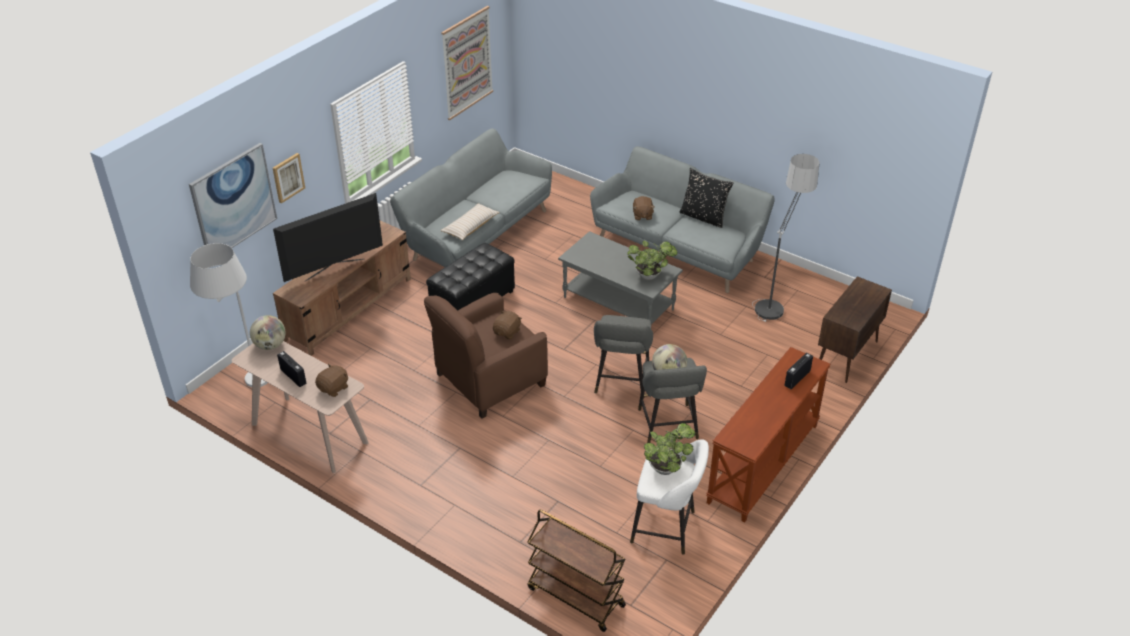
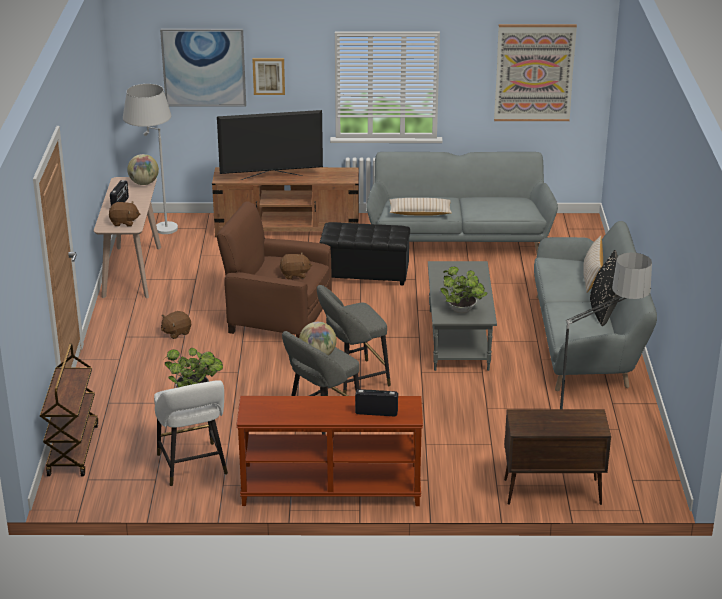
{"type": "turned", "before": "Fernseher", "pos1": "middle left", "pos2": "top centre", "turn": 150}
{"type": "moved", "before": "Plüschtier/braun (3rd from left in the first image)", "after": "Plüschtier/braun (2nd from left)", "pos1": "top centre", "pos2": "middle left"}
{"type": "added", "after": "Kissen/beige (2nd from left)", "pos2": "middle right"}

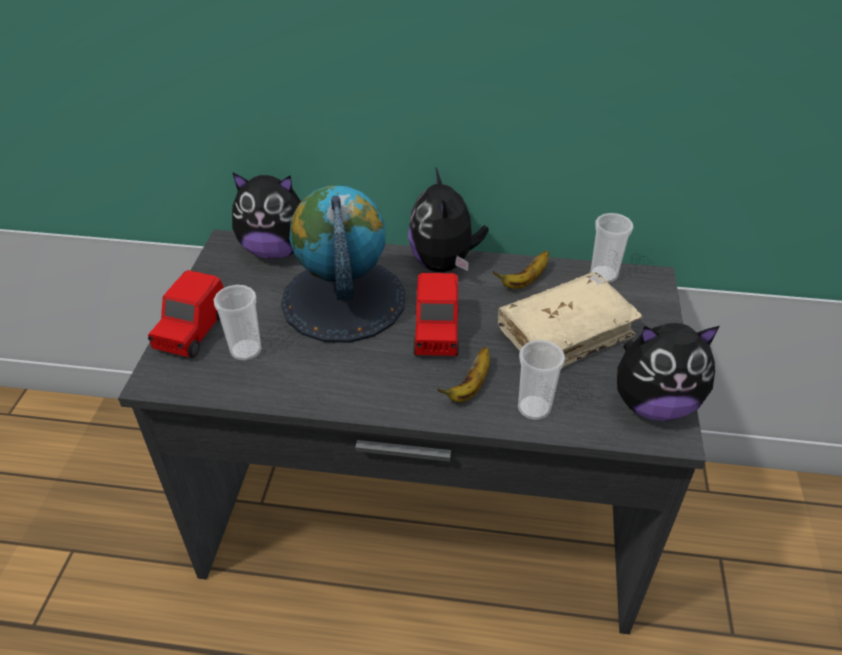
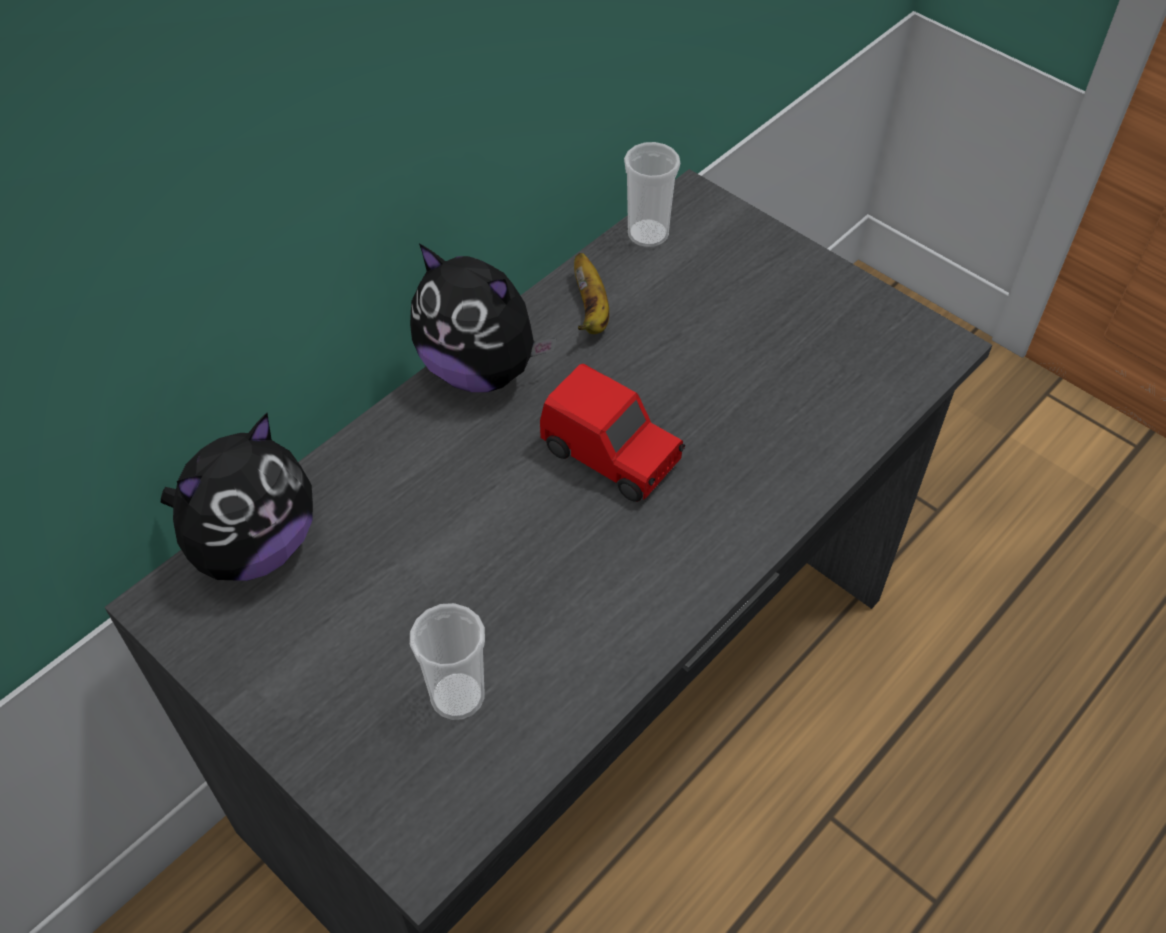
{"type": "removed", "before": "Spielzeugauto/rot (1st from left)", "pos1": "middle left"}
{"type": "removed", "before": "Globus", "pos1": "centre"}
{"type": "removed", "before": "Banane (1st from left)", "pos1": "centre"}
{"type": "removed", "before": "Buch/beige", "pos1": "middle right"}
{"type": "removed", "before": "Tasse (2nd from left)", "pos1": "centre"}
{"type": "removed", "before": "Plüschtier (3rd from left)", "pos1": "middle right"}

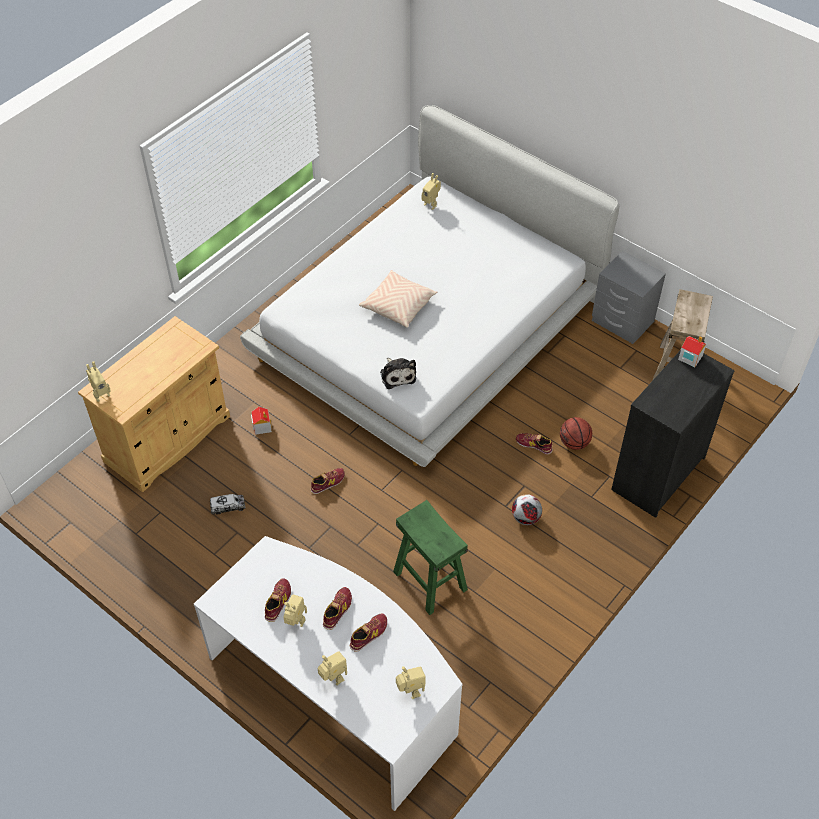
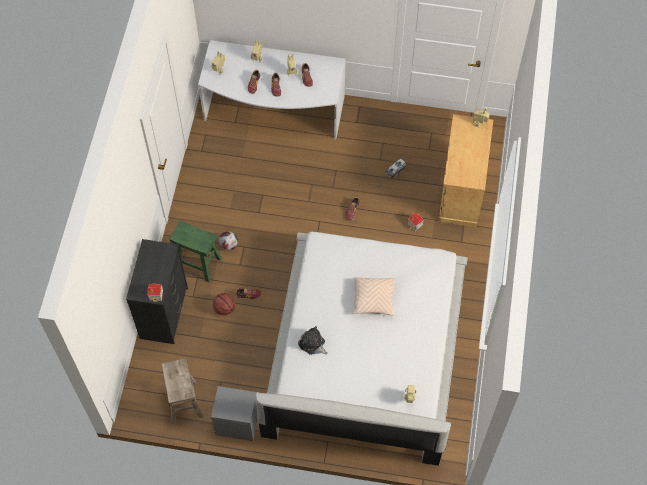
{"type": "moved", "before": "Plüschtier", "pos1": "centre", "pos2": "bottom centre"}
{"type": "moved", "before": "Hocker/grün", "pos1": "bottom centre", "pos2": "middle left"}

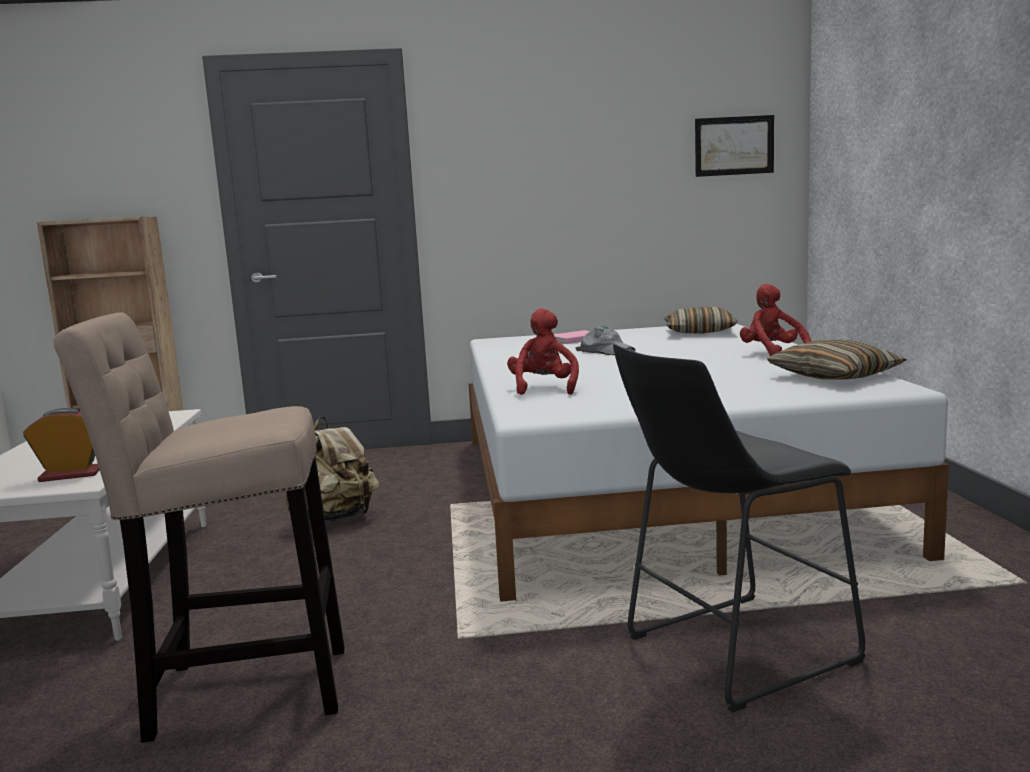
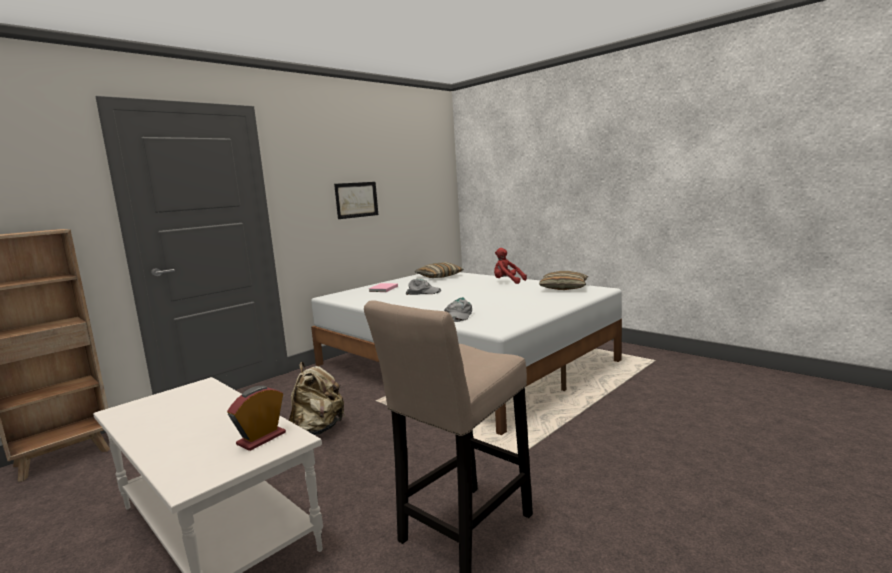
{"type": "replaced", "before": "Plüschtier/rot (1st from left)", "after": "Kappe/grau (2nd from left)", "pos1": "centre", "pos2": "centre"}
{"type": "removed", "before": "Hocker/schwarz", "pos1": "bottom right"}
{"type": "moved", "before": "Bild", "pos1": "top right", "pos2": "centre"}

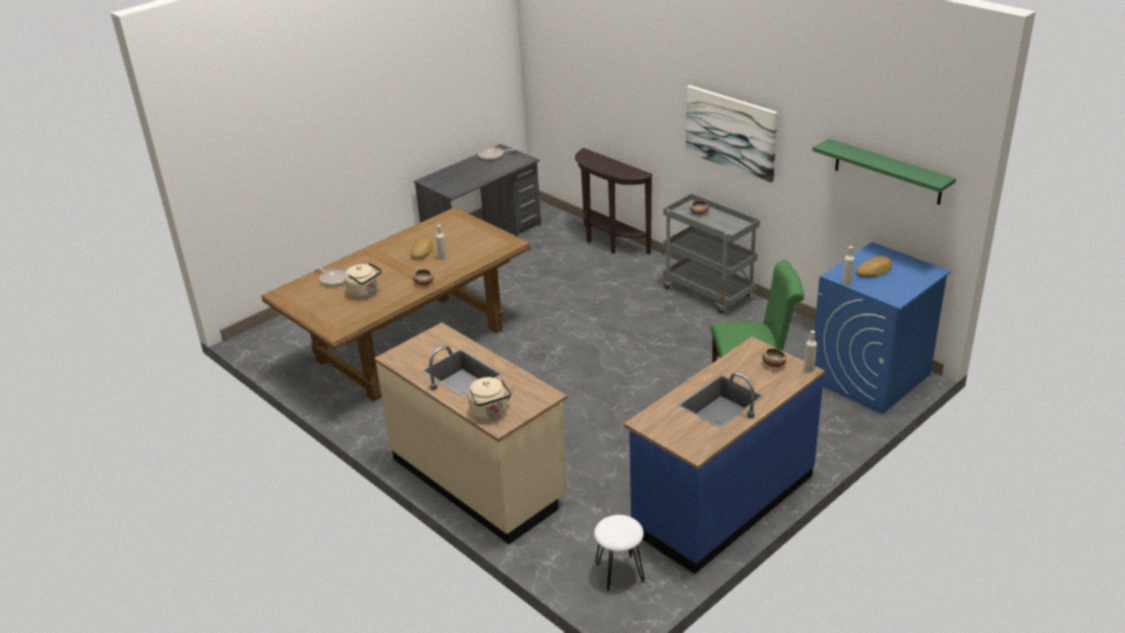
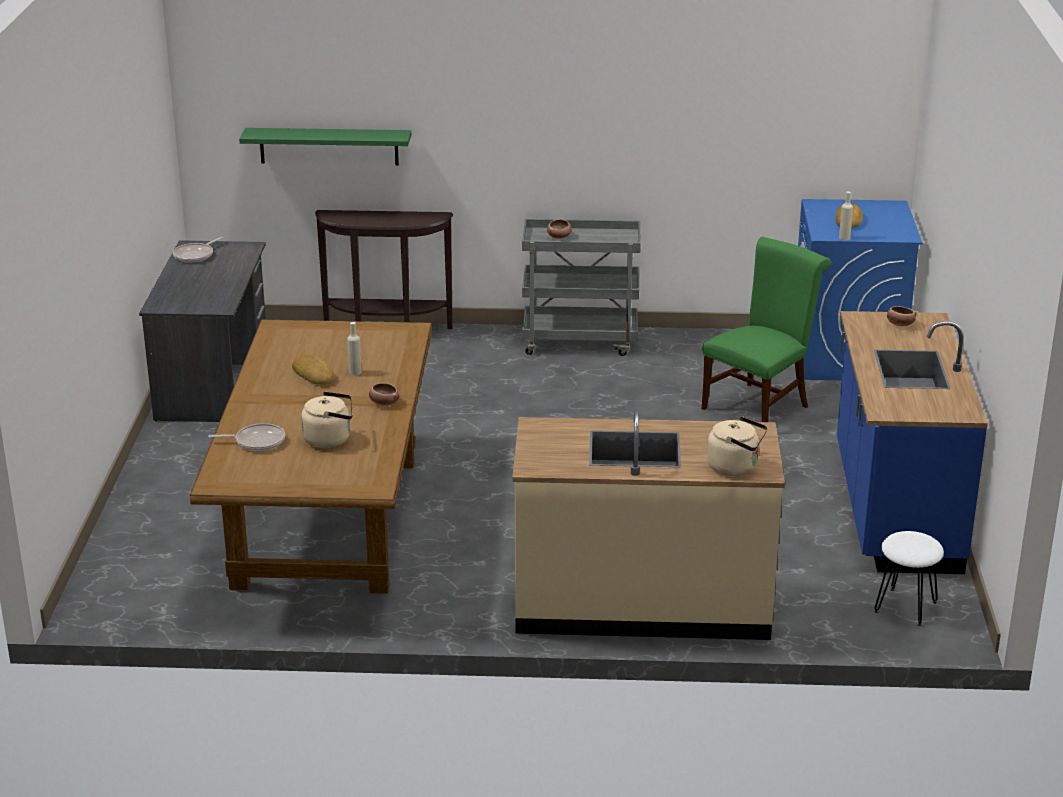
{"type": "removed", "before": "Bild", "pos1": "top centre"}
{"type": "removed", "before": "Flasche/beige (2nd from left)", "pos1": "middle right"}
{"type": "moved", "before": "Wandregal/grün", "pos1": "top right", "pos2": "top left"}

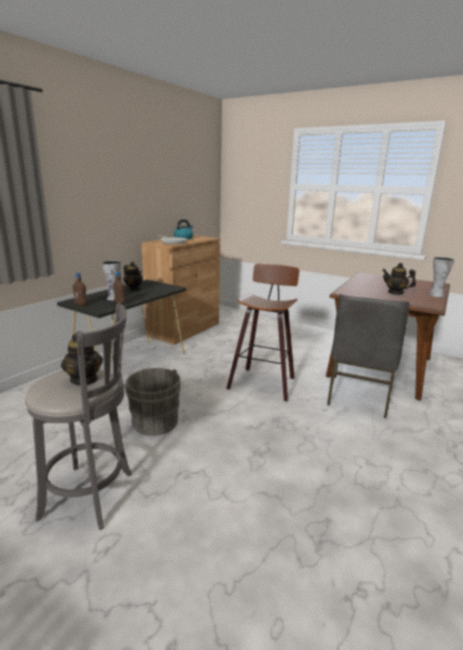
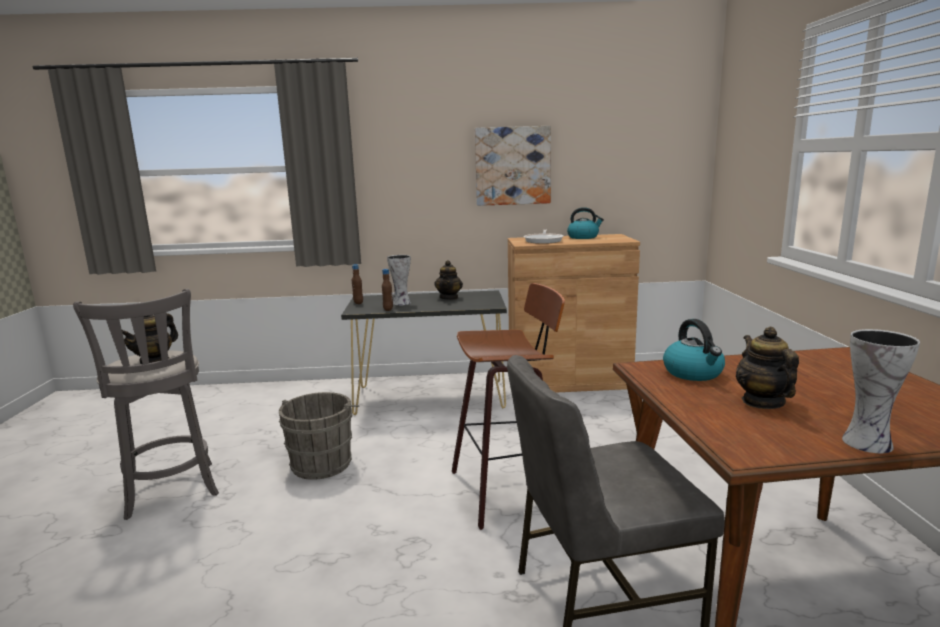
{"type": "added", "after": "Bild", "pos2": "top centre"}
{"type": "added", "after": "Wasserkessel (2nd from left)", "pos2": "middle right"}

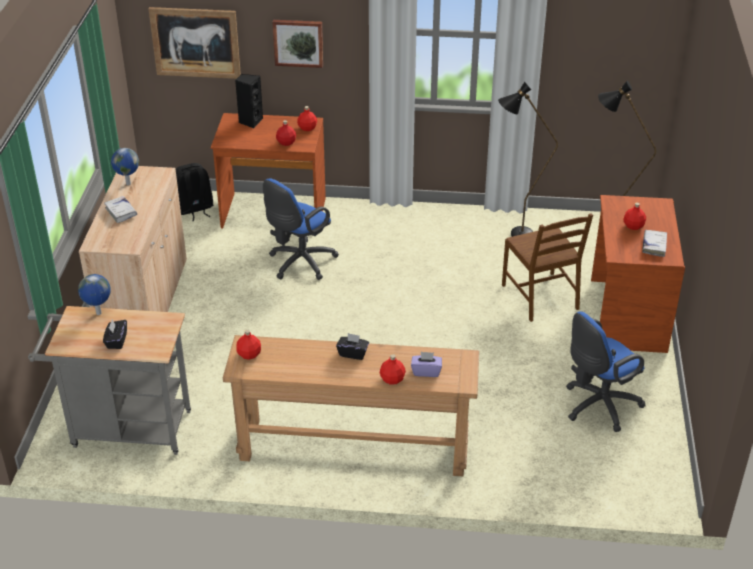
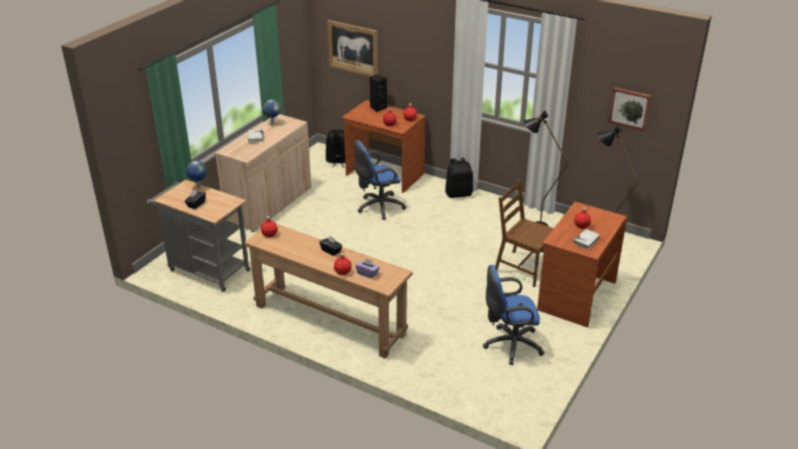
{"type": "moved", "before": "Bild (2nd from left)", "pos1": "top centre", "pos2": "top right"}
{"type": "turned", "before": "Stuhl/braun", "pos1": "middle right", "pos2": "centre", "turn": 120}
{"type": "added", "after": "Rucksack/schwarz (2nd from left)", "pos2": "centre"}

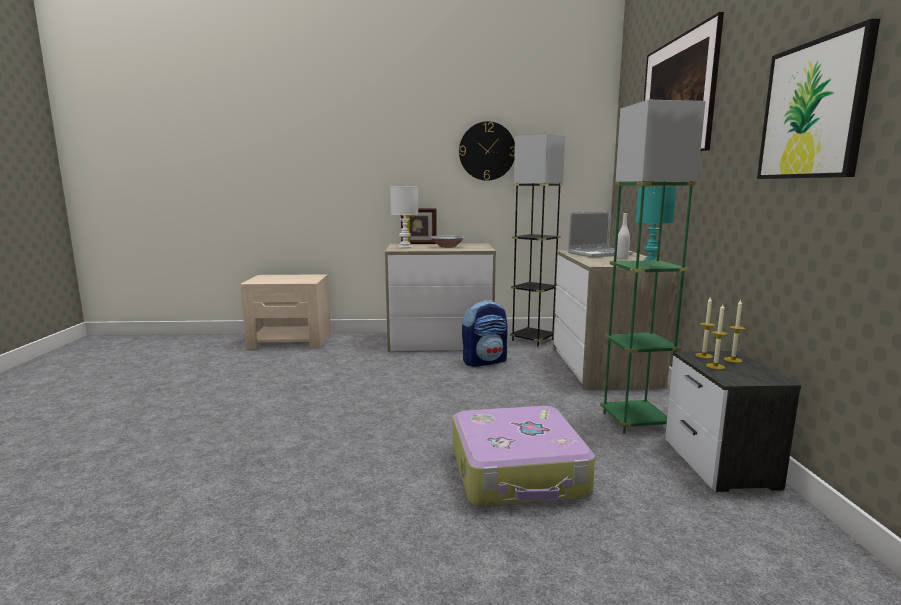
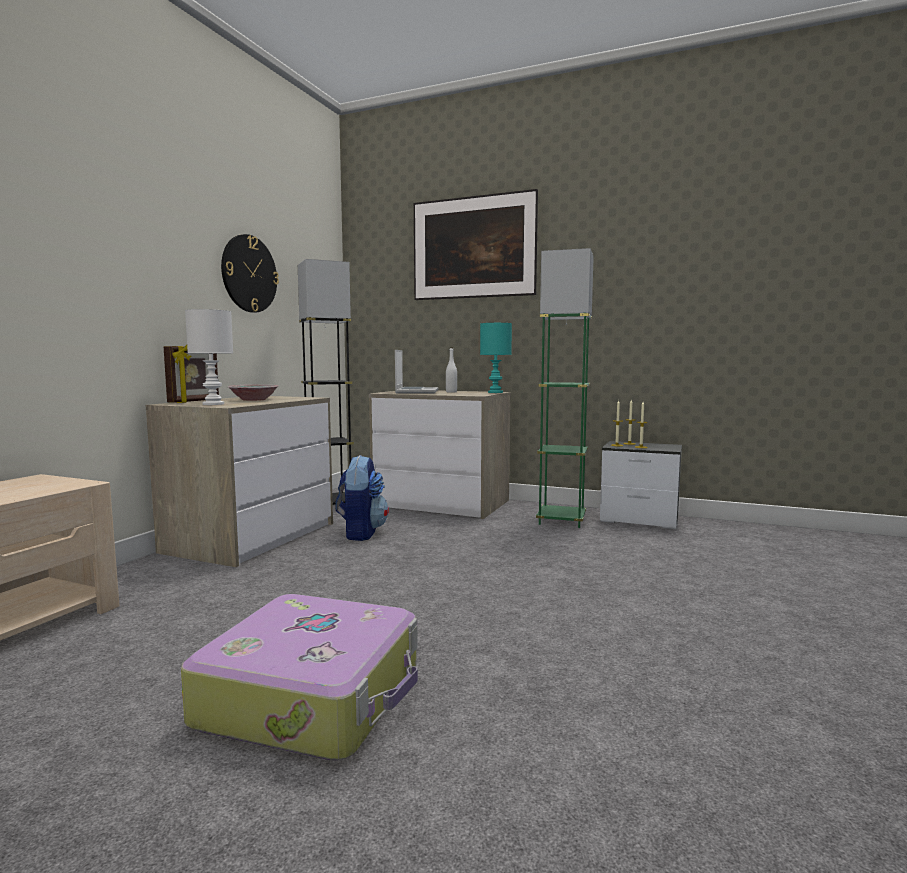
{"type": "moved", "before": "Koffer", "pos1": "bottom centre", "pos2": "bottom left"}
{"type": "removed", "before": "Bild (2nd from left)", "pos1": "top right"}

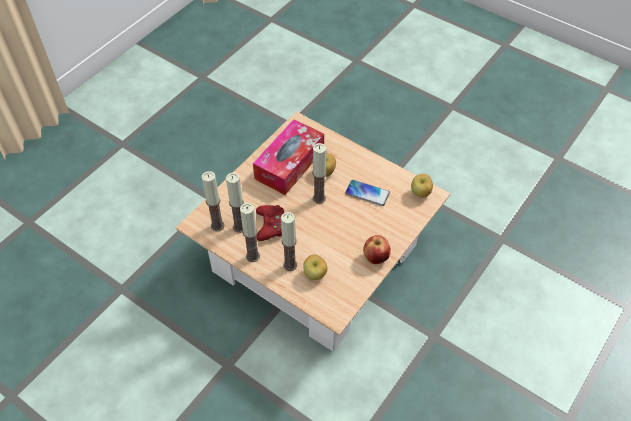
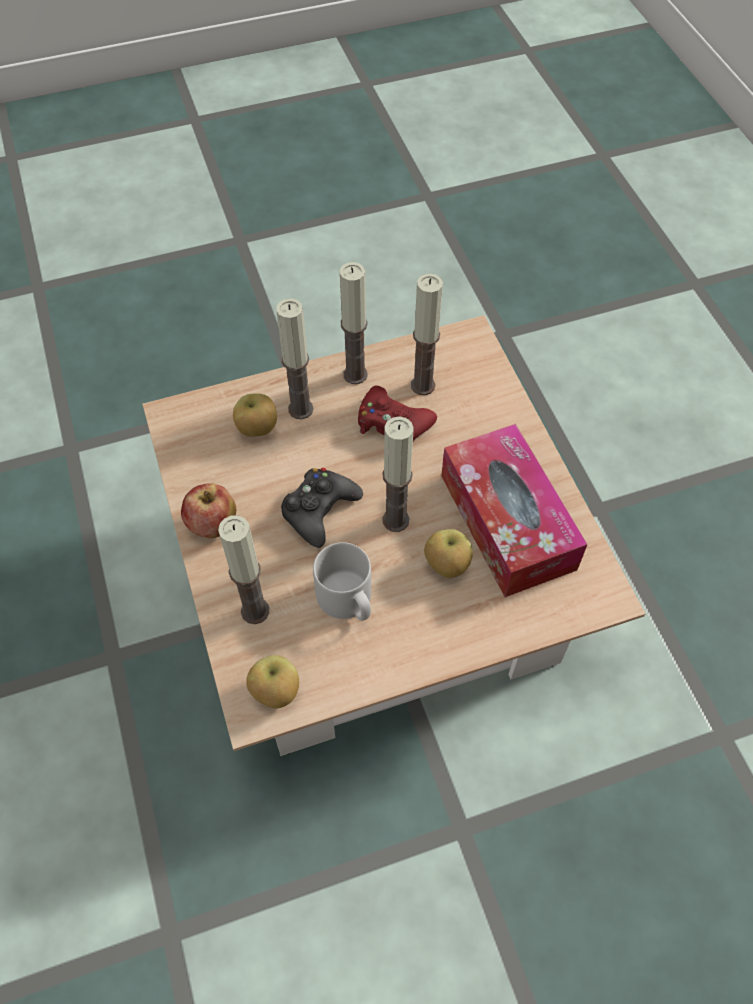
{"type": "moved", "before": "Kerze (1st from left)", "pos1": "centre", "pos2": "middle left"}
{"type": "replaced", "before": "Handy", "after": "Henkelbecher/grau", "pos1": "centre", "pos2": "centre"}
{"type": "added", "after": "Gamepad/schwarz", "pos2": "centre"}

